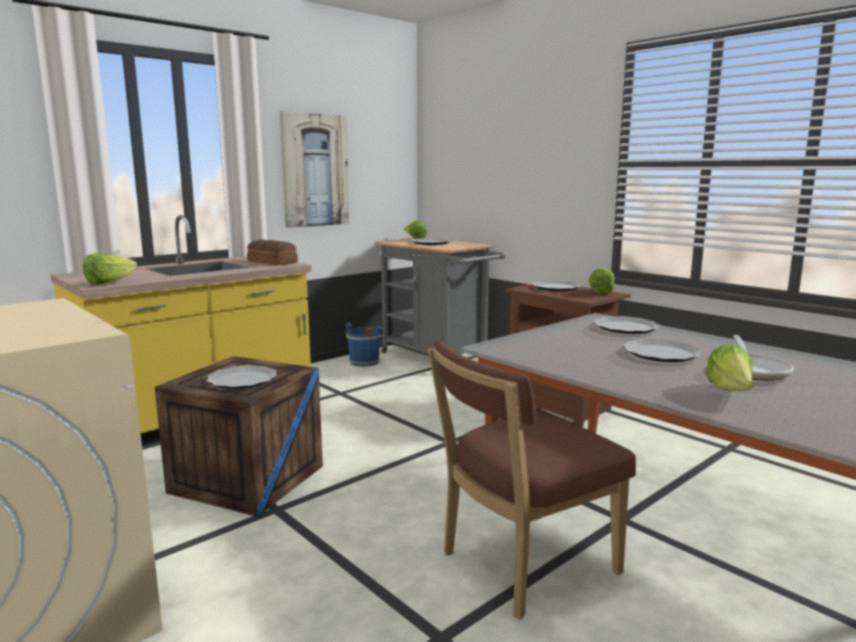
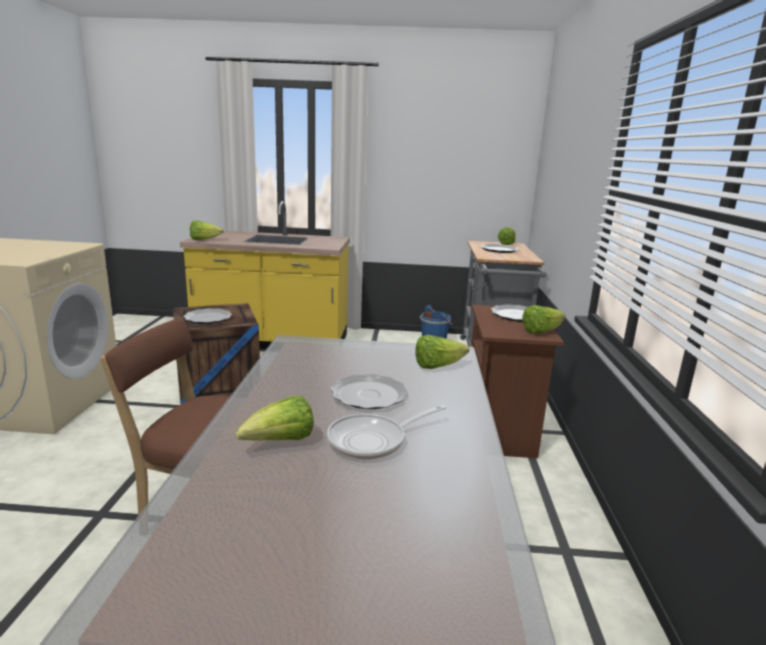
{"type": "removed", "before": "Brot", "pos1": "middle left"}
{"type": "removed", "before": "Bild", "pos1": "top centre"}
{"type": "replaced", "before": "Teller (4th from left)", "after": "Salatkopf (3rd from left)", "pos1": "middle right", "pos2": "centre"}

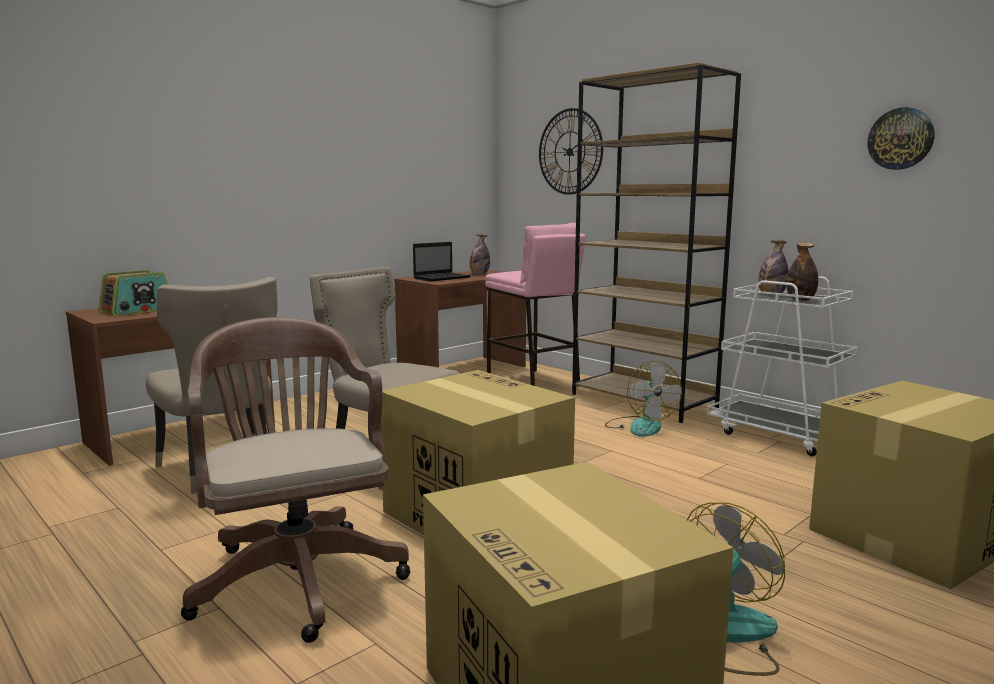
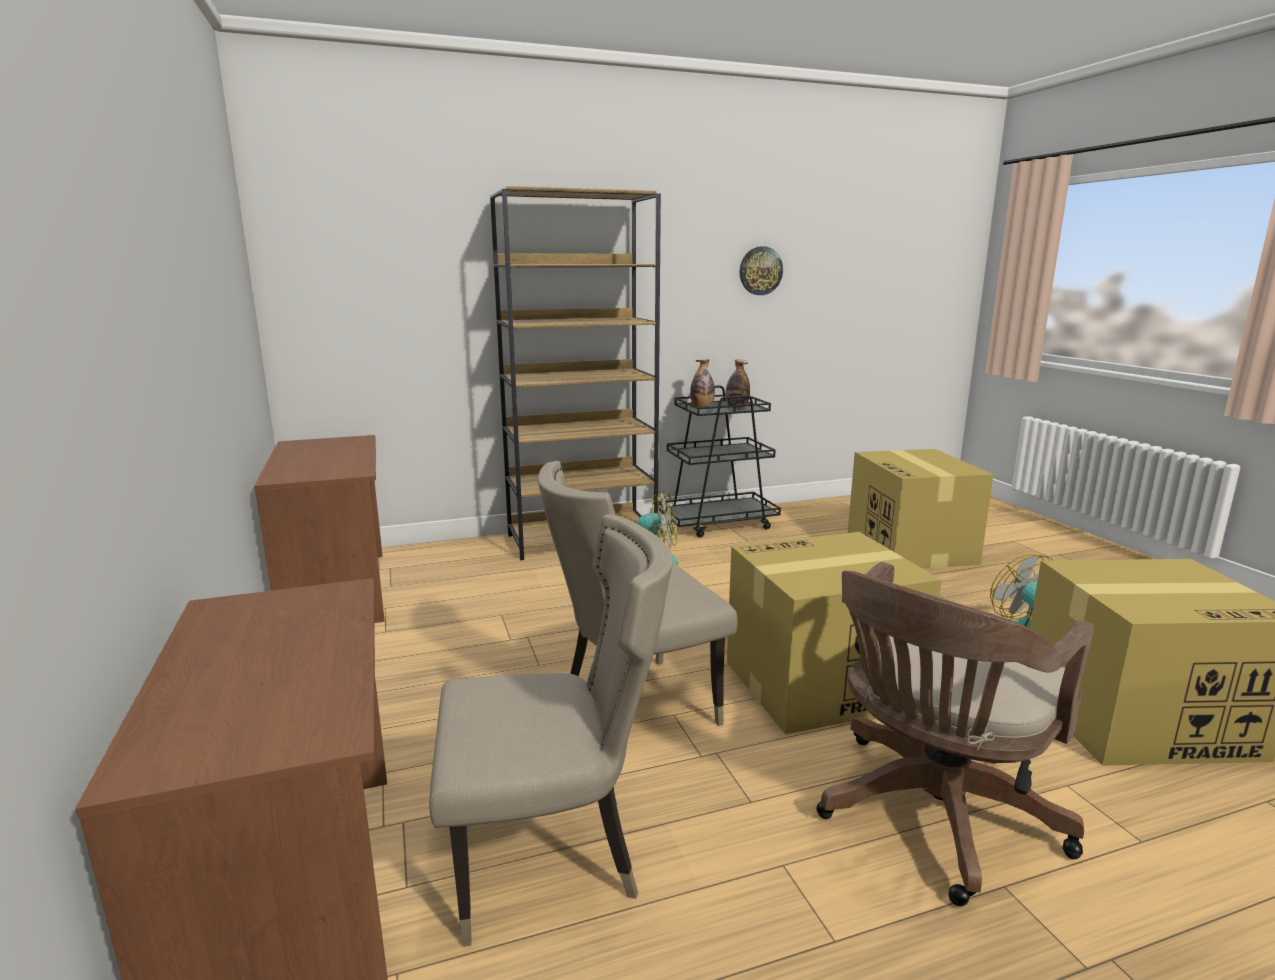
{"type": "removed", "before": "Radio", "pos1": "middle left"}
{"type": "turned", "before": "Bürostuhl/braun", "pos1": "bottom left", "pos2": "bottom right", "turn": -45}
{"type": "removed", "before": "Laptop", "pos1": "centre"}
{"type": "removed", "before": "Flasche (1st from left)", "pos1": "centre"}
{"type": "removed", "before": "Hocker/rosa", "pos1": "centre"}
{"type": "removed", "before": "Wanduhr (1st from left)", "pos1": "top centre"}
{"type": "recoloured", "before": "Rollwagen/weiß", "after": "Rollwagen/schwarz", "pos1": "middle right", "pos2": "centre"}

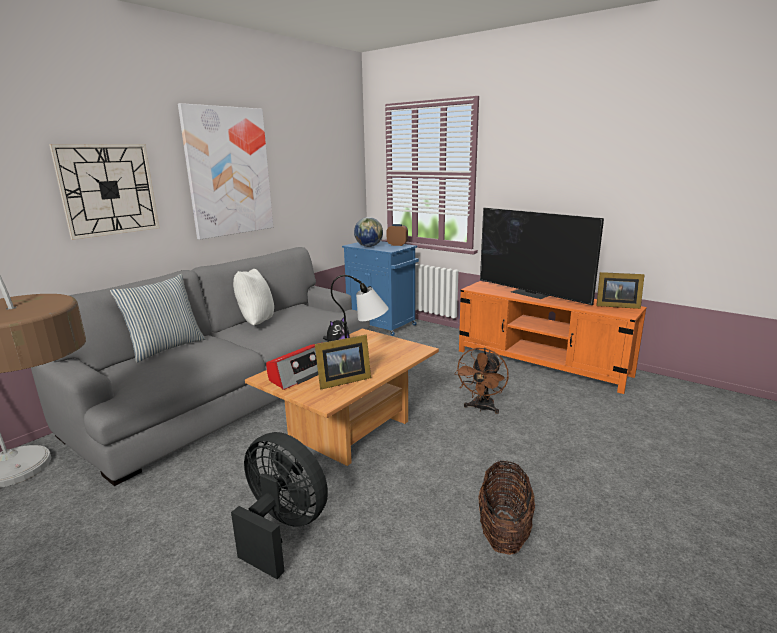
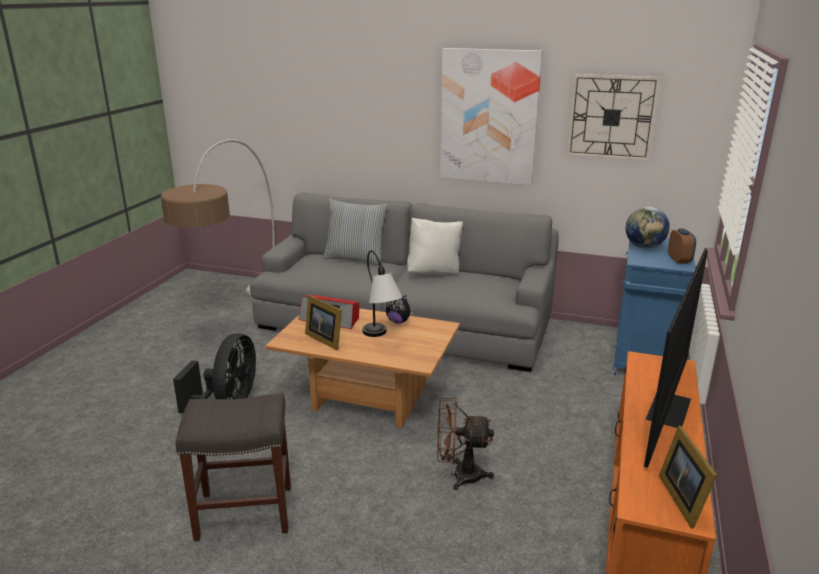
{"type": "moved", "before": "Wanduhr", "pos1": "top left", "pos2": "top right"}
{"type": "replaced", "before": "Korb", "after": "Hocker/grau", "pos1": "bottom centre", "pos2": "bottom left"}

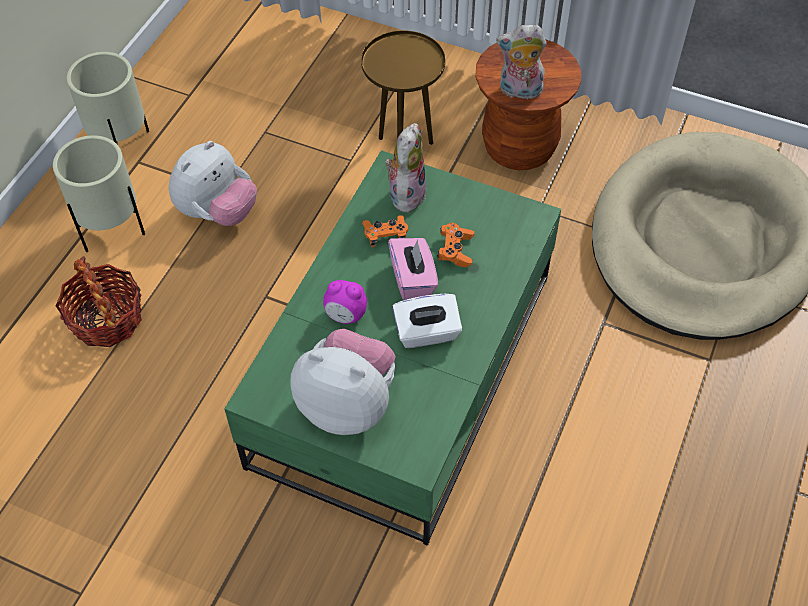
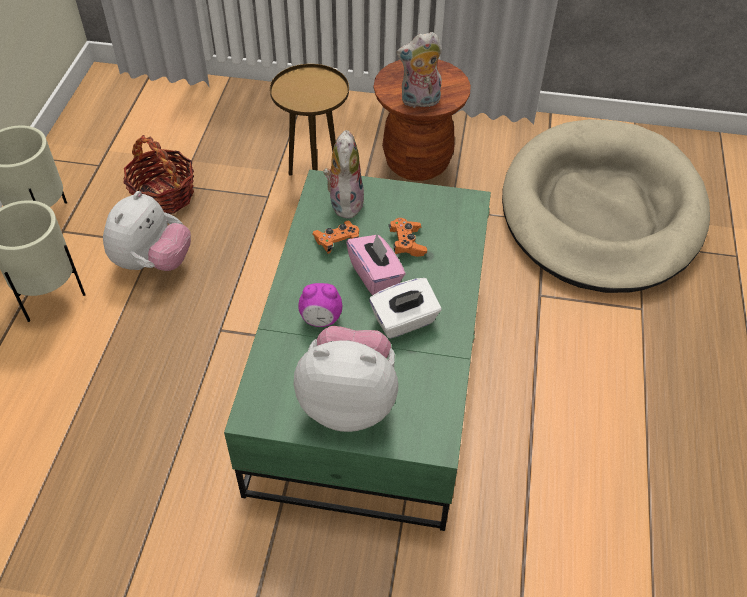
{"type": "moved", "before": "Korb", "pos1": "middle left", "pos2": "top left"}

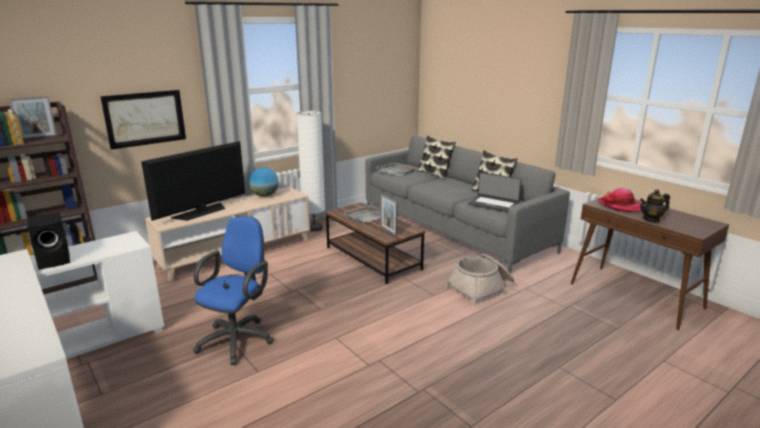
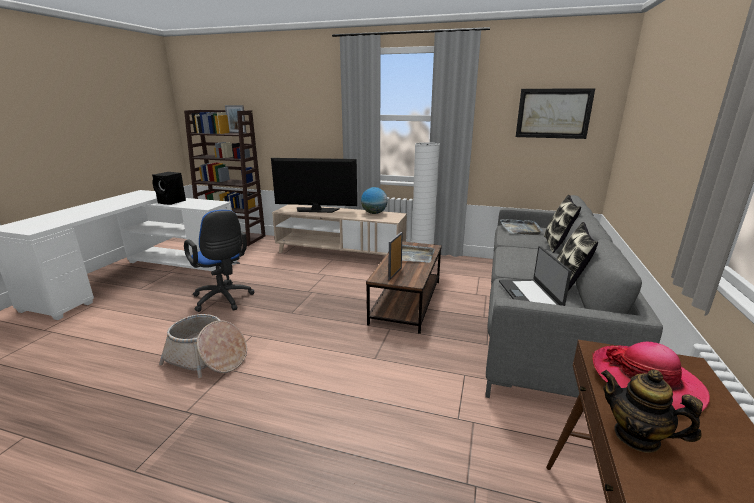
{"type": "moved", "before": "Bild", "pos1": "top left", "pos2": "top right"}
{"type": "turned", "before": "Bürostuhl/blau", "pos1": "bottom left", "pos2": "middle left", "turn": 60}
{"type": "moved", "before": "Korb", "pos1": "centre", "pos2": "bottom left"}

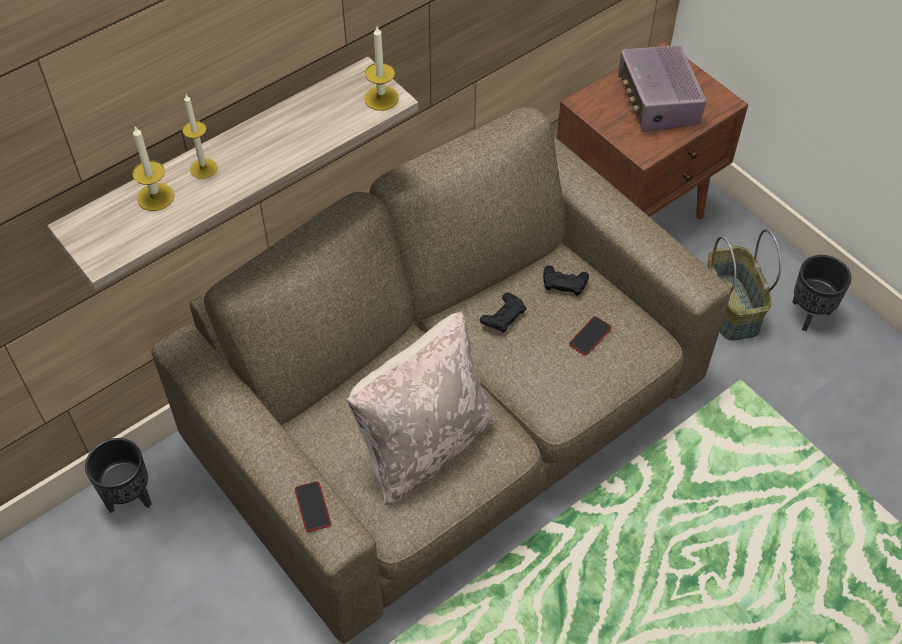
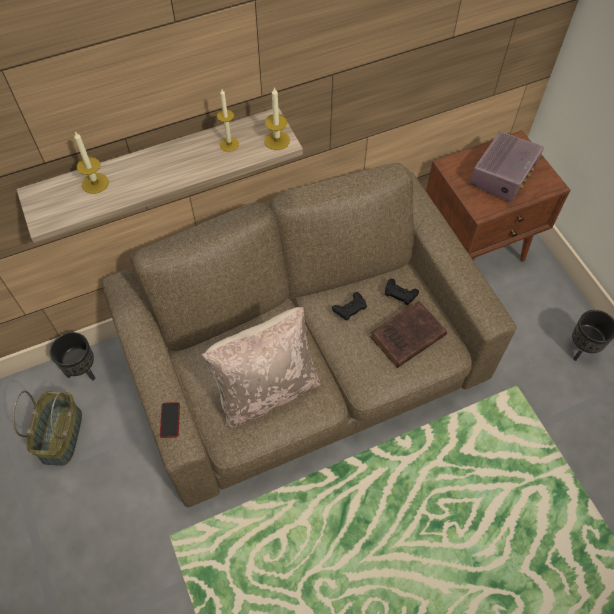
{"type": "moved", "before": "Kerze (2nd from left)", "pos1": "top left", "pos2": "top centre"}
{"type": "replaced", "before": "Handy (2nd from left)", "after": "Buch/braun", "pos1": "centre", "pos2": "centre"}
{"type": "turned", "before": "Radio", "pos1": "top right", "pos2": "top right", "turn": -150}
{"type": "moved", "before": "Korb", "pos1": "middle right", "pos2": "bottom left"}

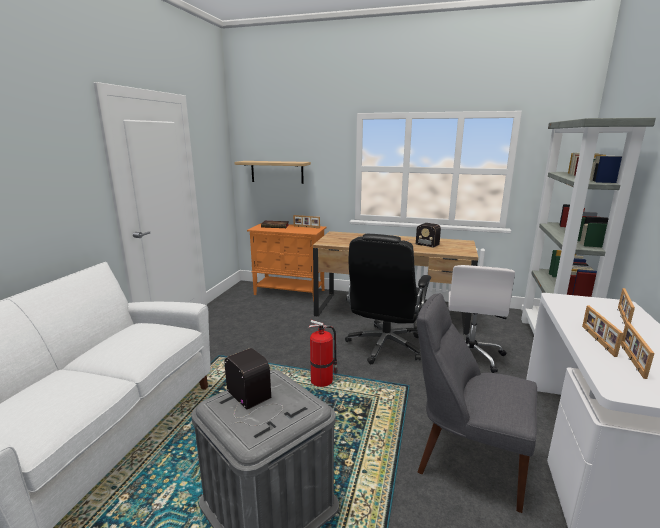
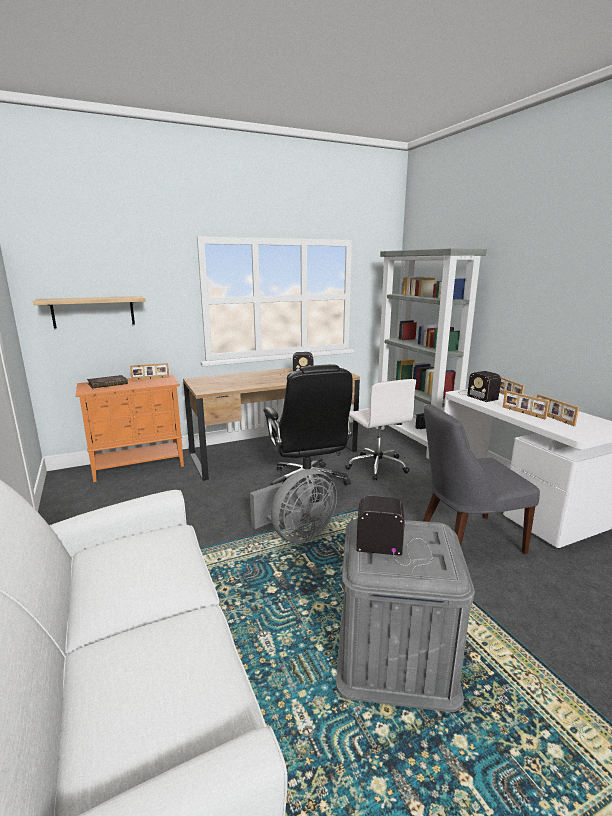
{"type": "replaced", "before": "Feuerlöscher", "after": "Ventilator/grau", "pos1": "bottom centre", "pos2": "centre"}
{"type": "added", "after": "Radio (3rd from left)", "pos2": "middle right"}

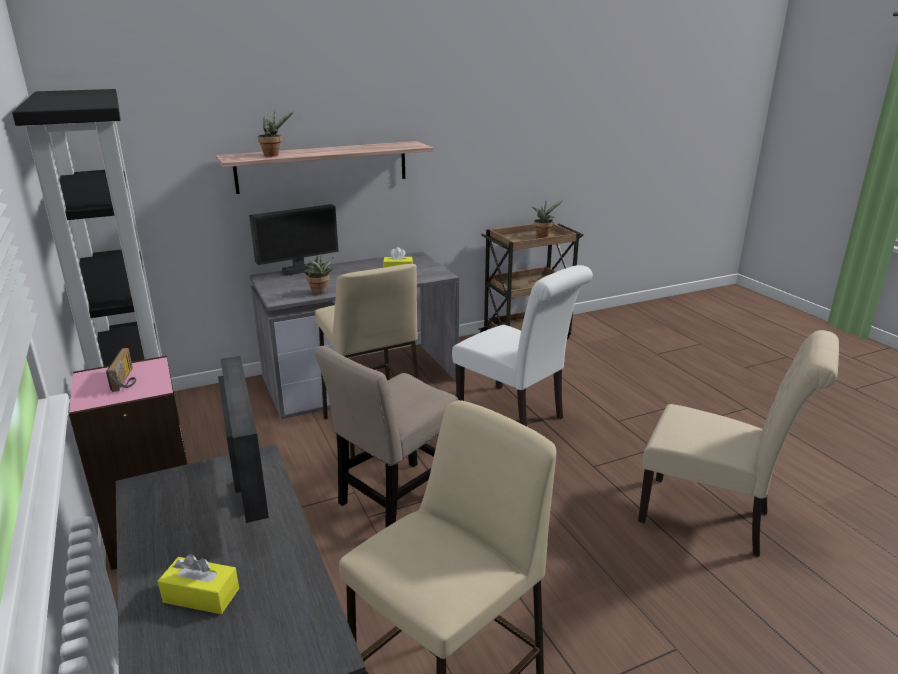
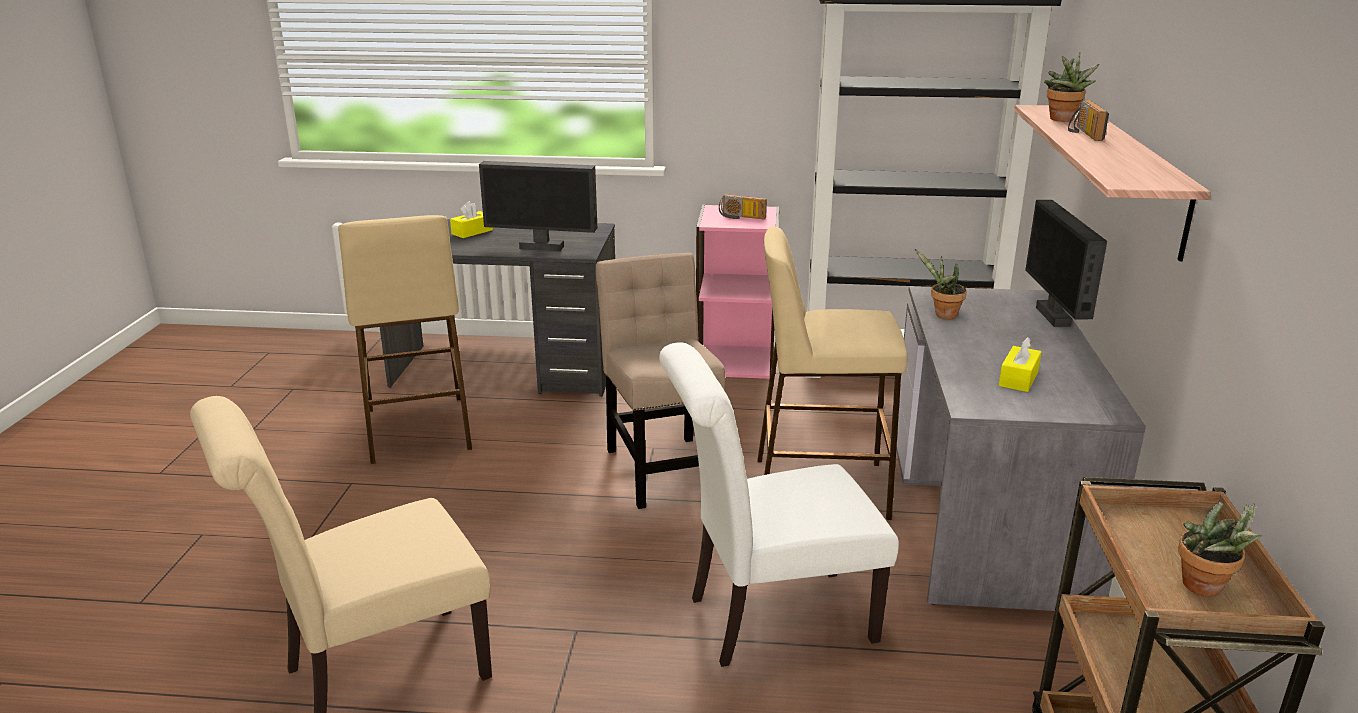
{"type": "added", "after": "Radio (2nd from left)", "pos2": "top right"}

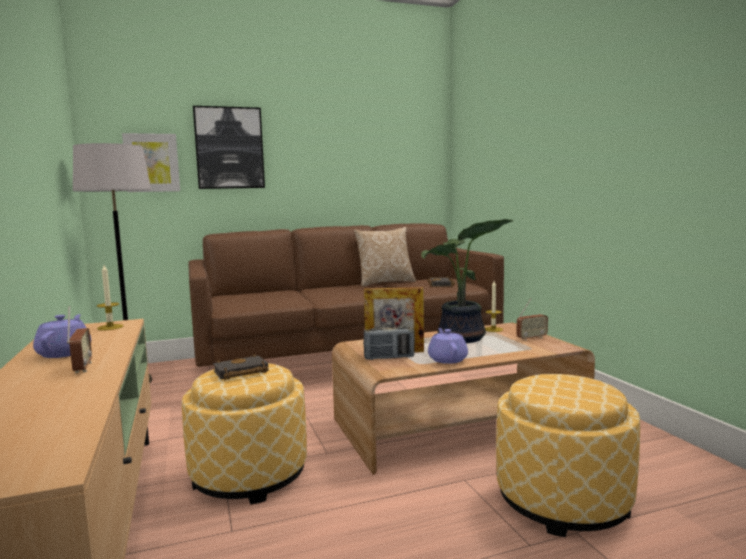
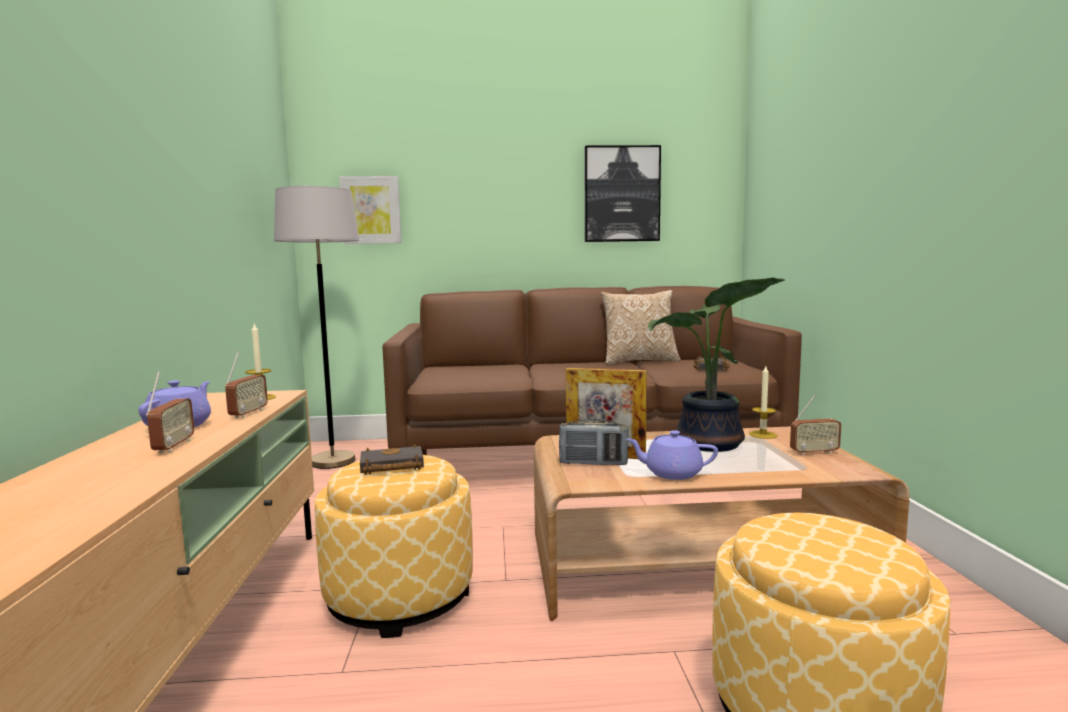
{"type": "moved", "before": "Bild (2nd from left)", "pos1": "top left", "pos2": "top centre"}
{"type": "turned", "before": "Teekanne/lila (2nd from left)", "pos1": "centre", "pos2": "centre", "turn": -90}
{"type": "added", "after": "Radio (2nd from left)", "pos2": "middle left"}

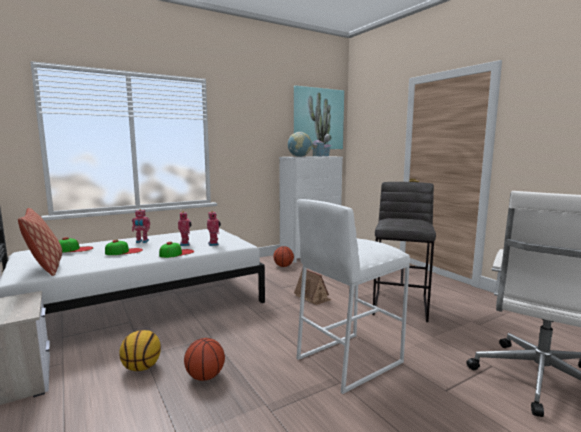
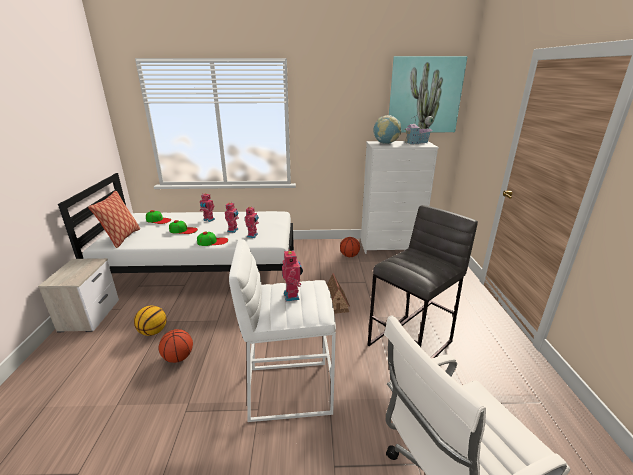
{"type": "added", "after": "Spielzeugroboter (4th from left)", "pos2": "centre"}

